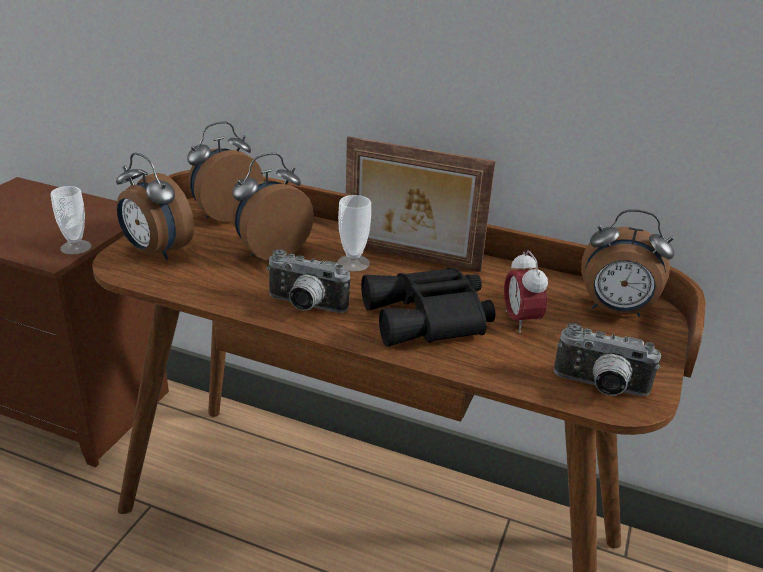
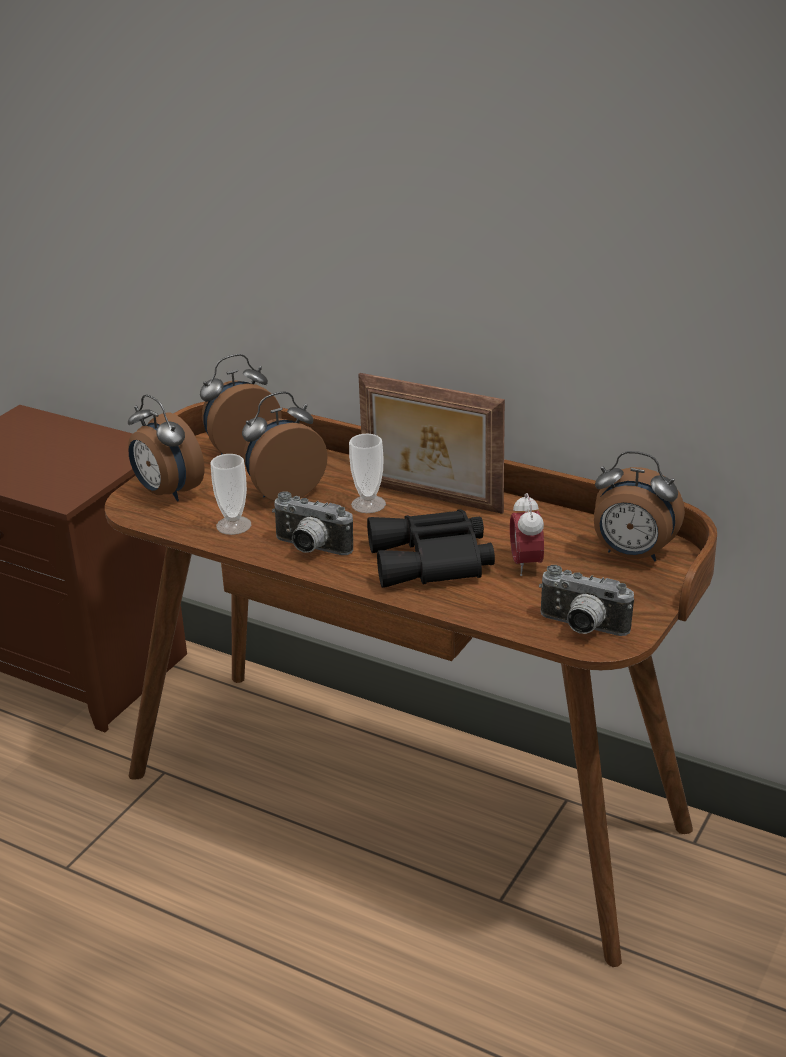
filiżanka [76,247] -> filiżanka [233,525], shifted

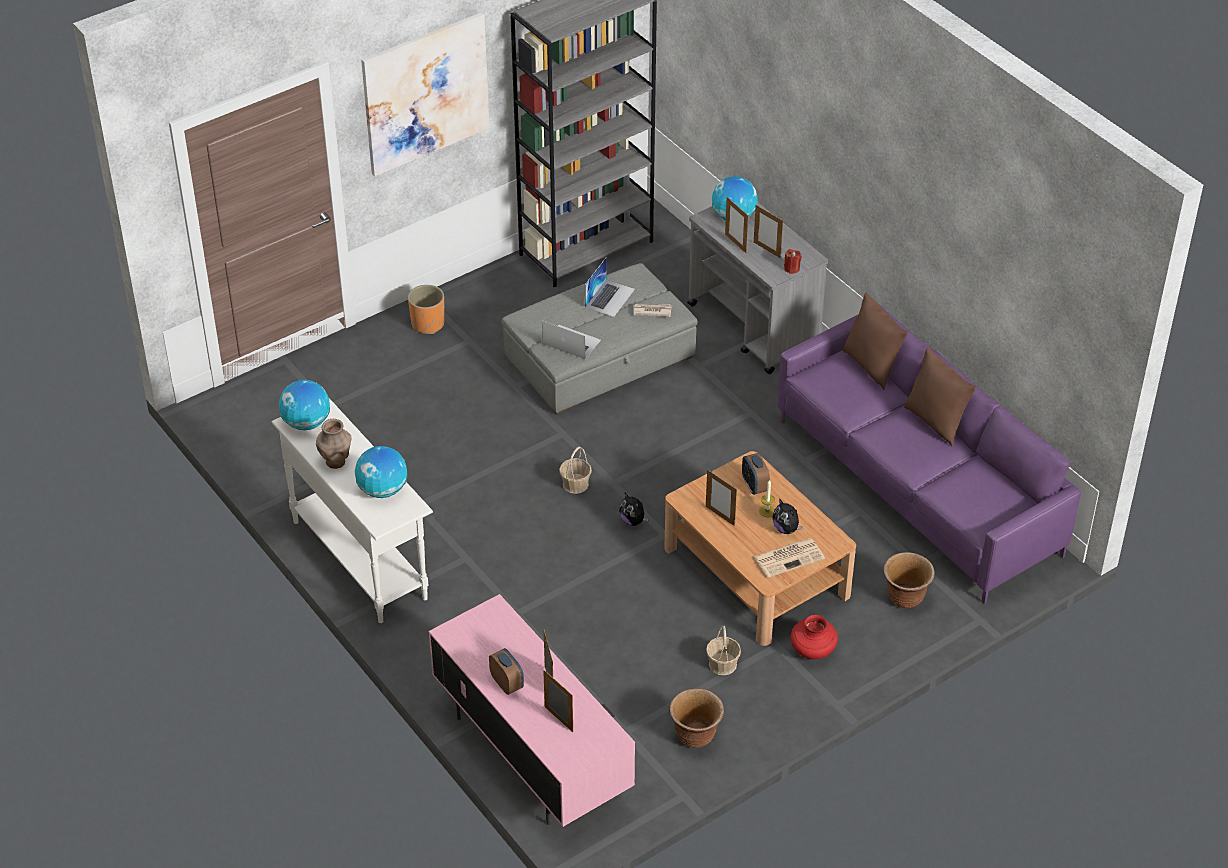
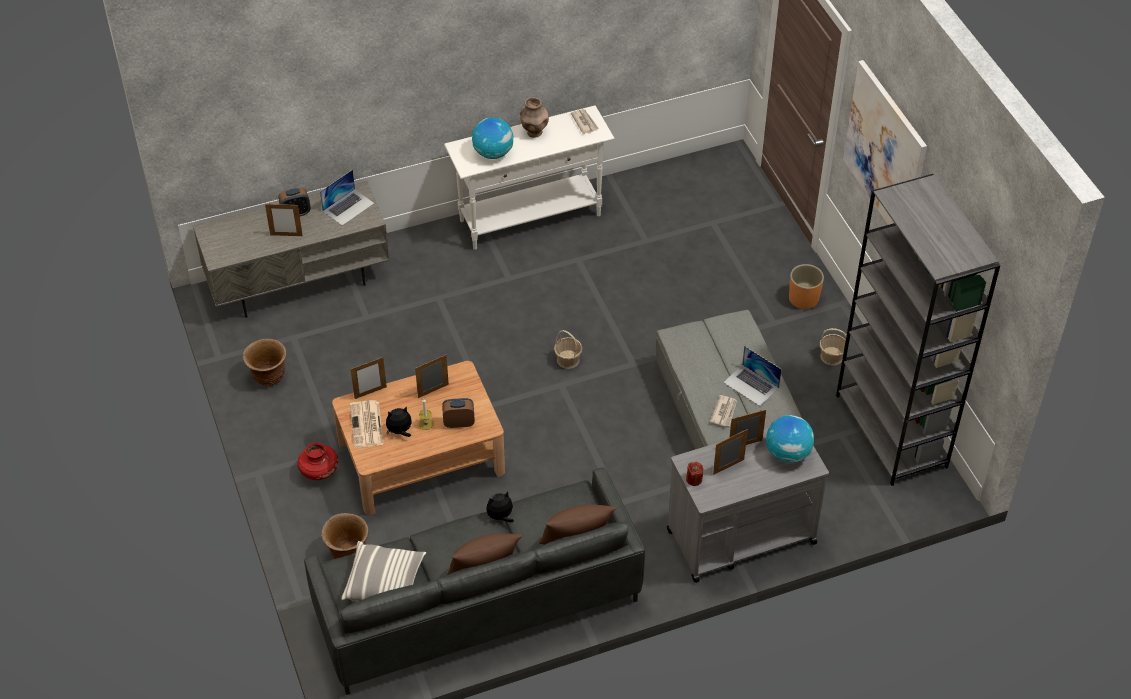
kanapa [fioletowy] [916,488] -> kanapa [szary] [476,603]
laptop [571,342] -> laptop [348,207], shifted
globus [306,423] -> gazeta [584,122]
pluszak [633,521] -> pluszak [500,517], shifted
szafka pod telewizor [różowy] [530,753] -> szafka pod telewizor [szary] [299,281]
koszyk [723,664] -> koszyk [832,356], shifted
ramka na zdjęcie [558,719] -> ramka na zdjęcie [370,392], shifted
none -> poduszka [384,582]

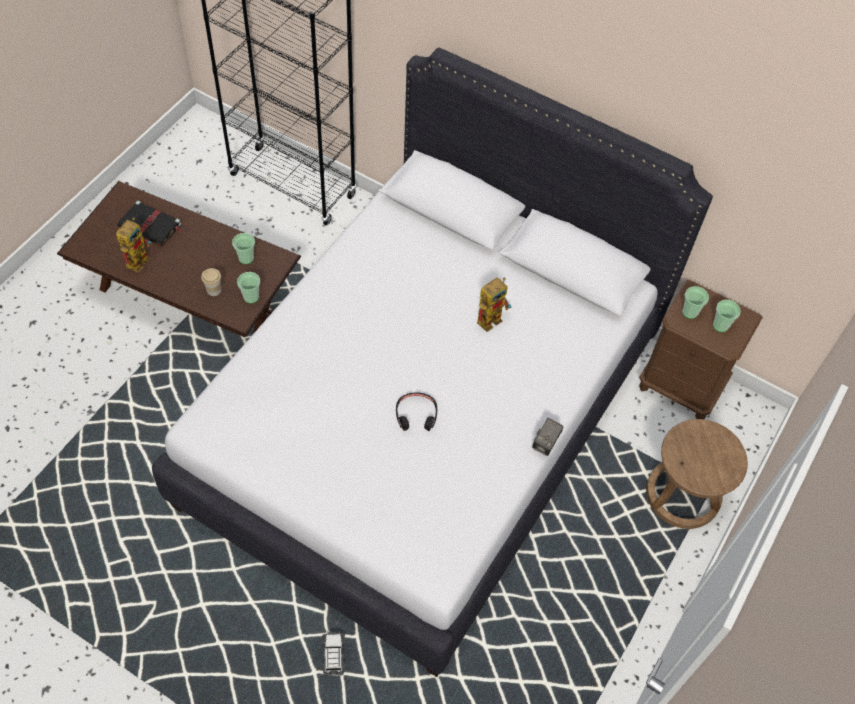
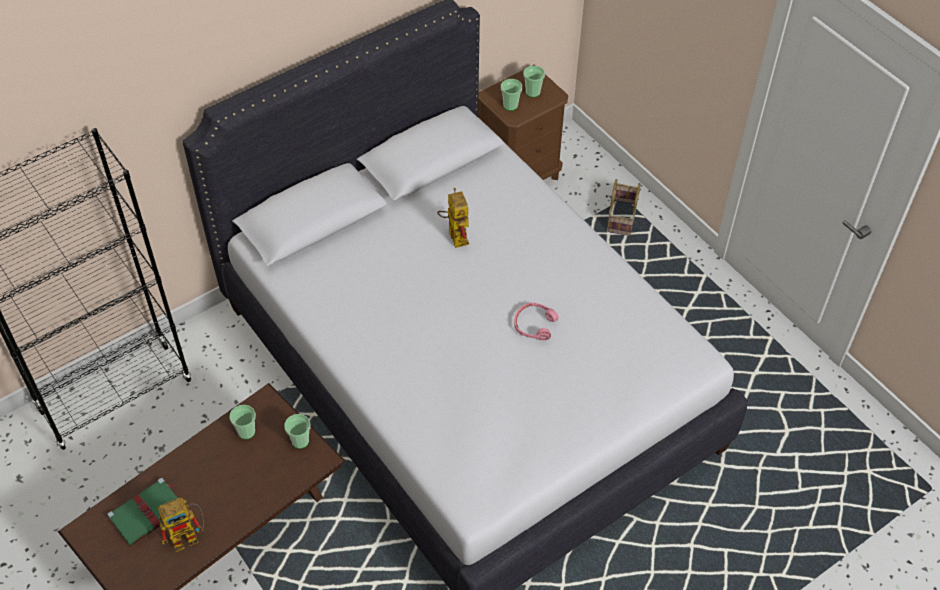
książka [czarny] [151,226] -> książka [zielony] [148,512]
robot zabawkowy [139,258] -> robot zabawkowy [189,535], 105 degrees clockwise
filiżanka [214,290] -> none
słuchawki [czarny] [416,415] -> słuchawki [różowy] [534,325]
aparat fotograficzny [545,444] -> none
stołek [brązowy] [682,494] -> koszyk [621,217]
samochodzik [334,655] -> none

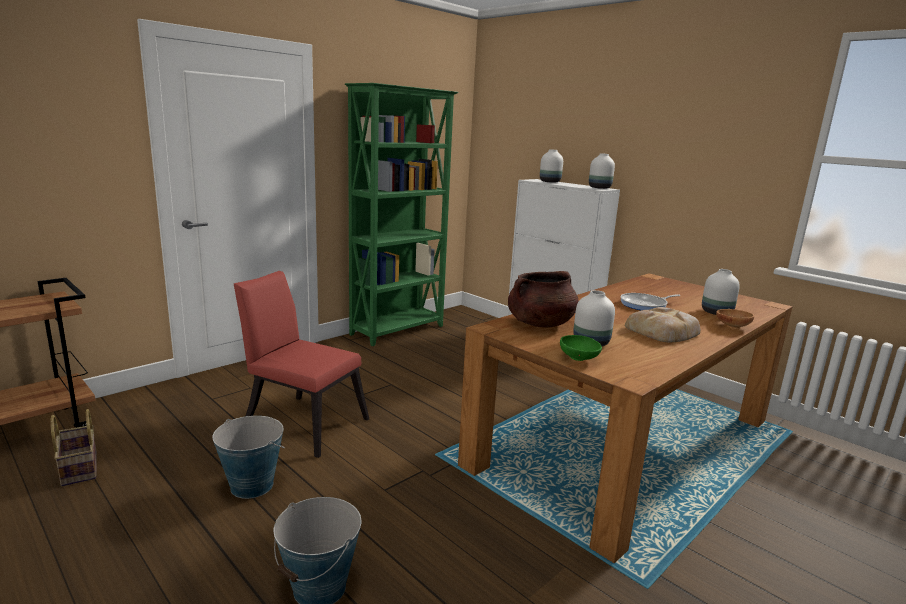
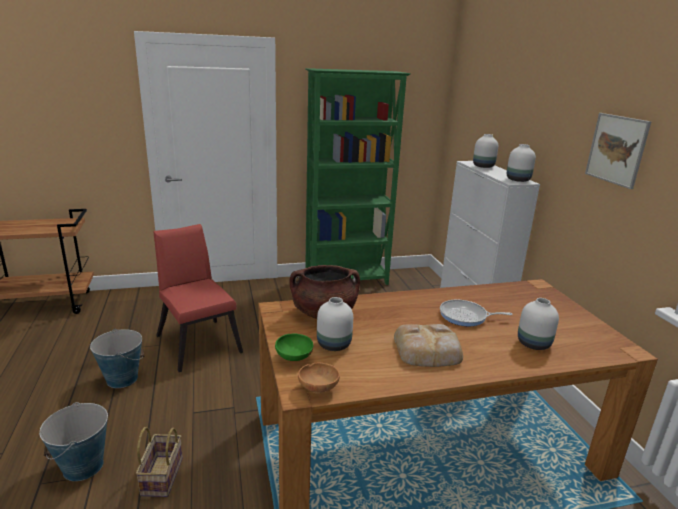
miska [brązowy] [732,326] -> miska [brązowy] [319,387], shifted
koszyk [78,468] -> koszyk [161,475], shifted
none -> obraz [616,149]

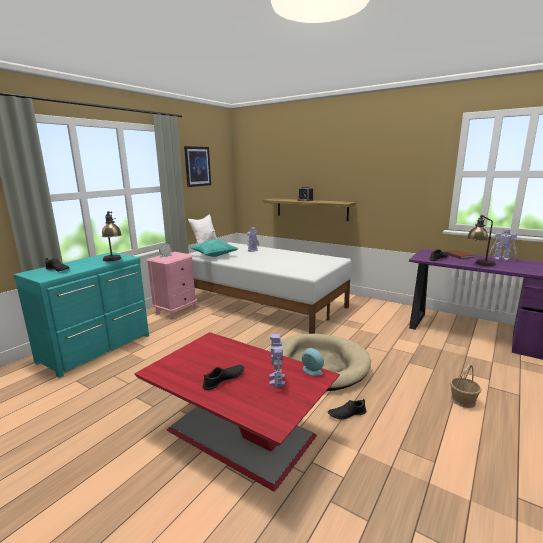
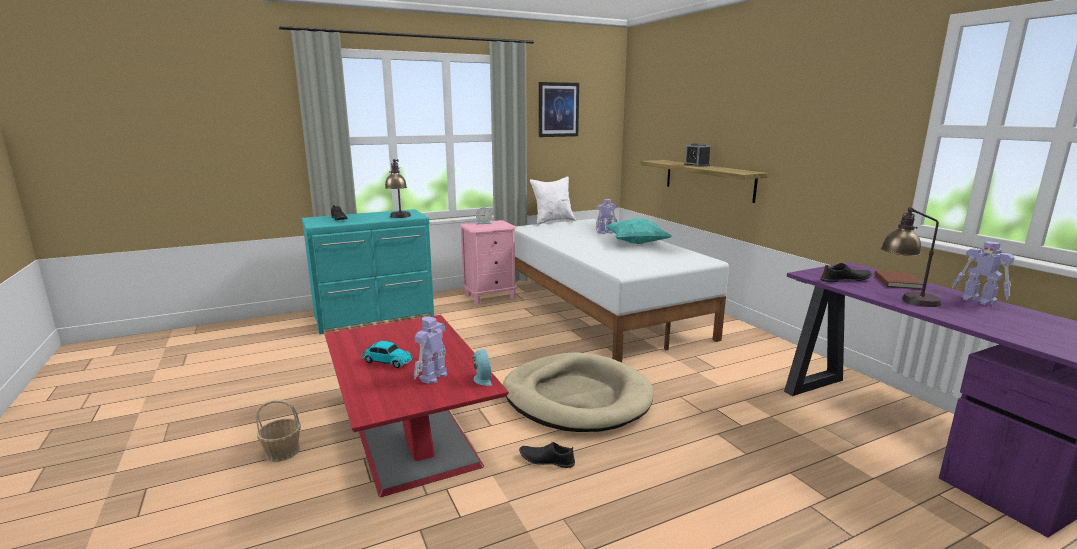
poduszka [turkusowy] [214,256] -> poduszka [turkusowy] [636,243], shifted
koszyk [463,400] -> koszyk [282,452], shifted
but [czarny] [224,380] -> samochodzik [386,361]

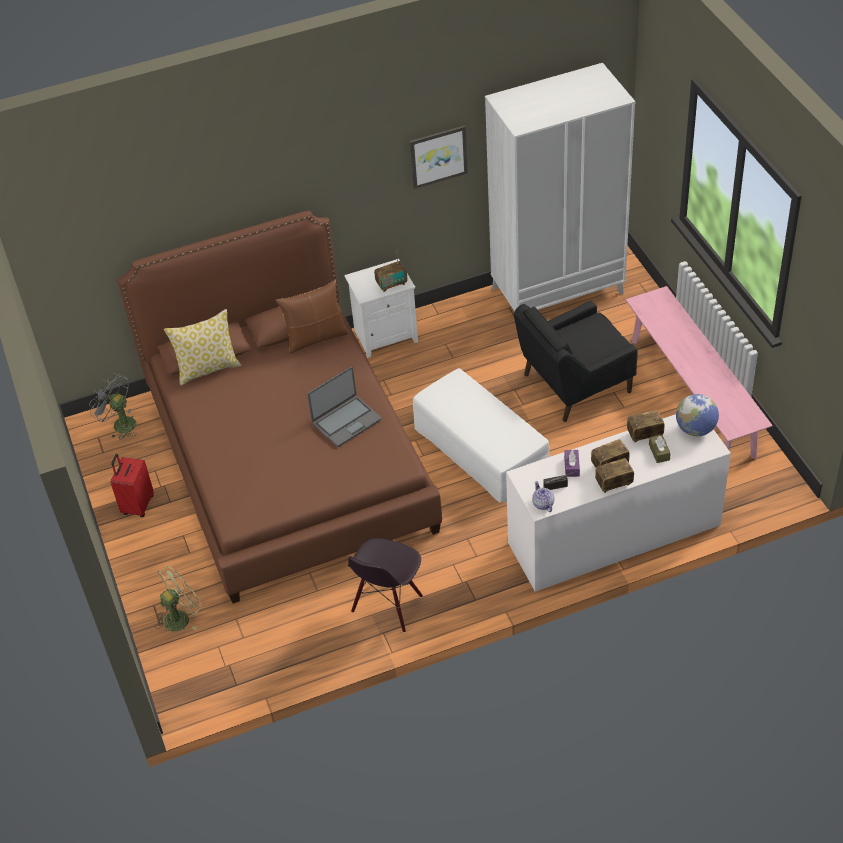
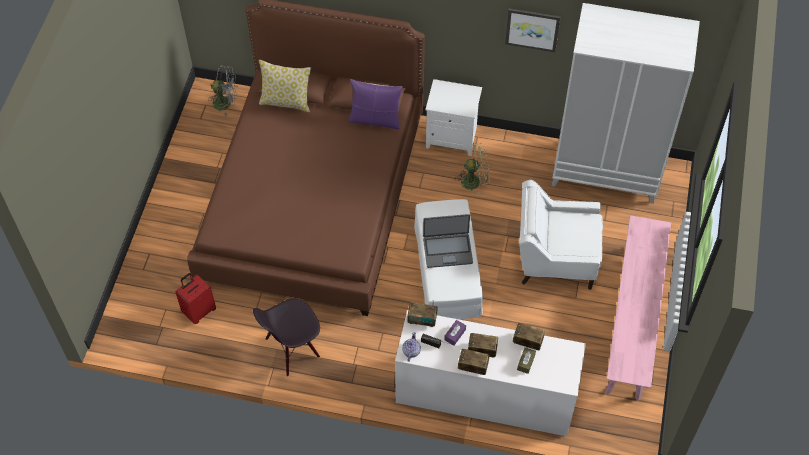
radio [391,284] -> radio [422,319], shifted
poduszka [brązowy] [315,338] -> poduszka [fioletowy] [375,119]
fotel [czarny] [574,384] -> fotel [biały] [555,258]
laptop [346,421] -> laptop [447,250], shifted
wentylator [szary] [119,424] -> wentylator [szary] [226,103], 120 degrees clockwise
globus [695,429] -> none
walizka [czerwony] [137,505] -> walizka [czerwony] [199,311], shifted
wentylator [zielony] [181,617] -> wentylator [zielony] [474,181], shifted

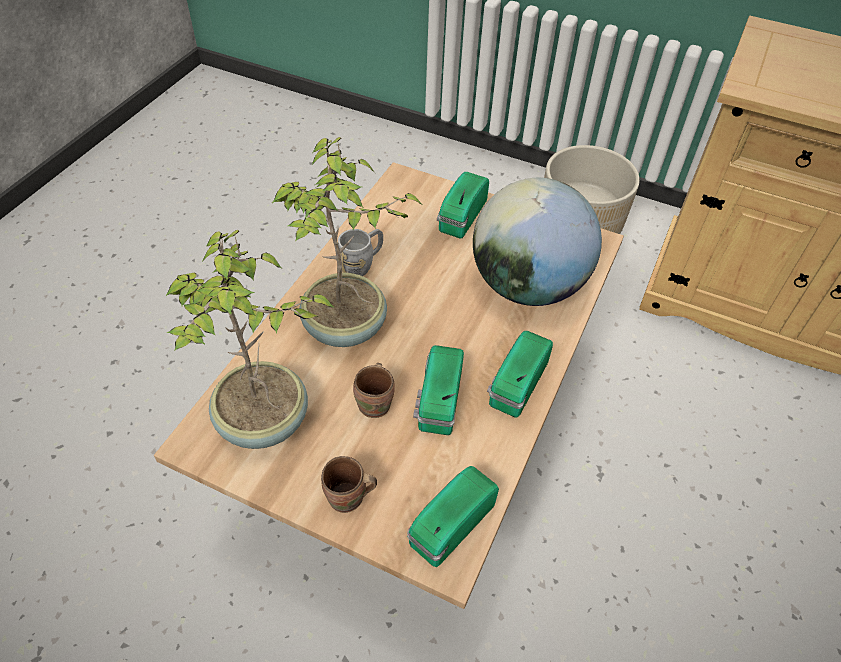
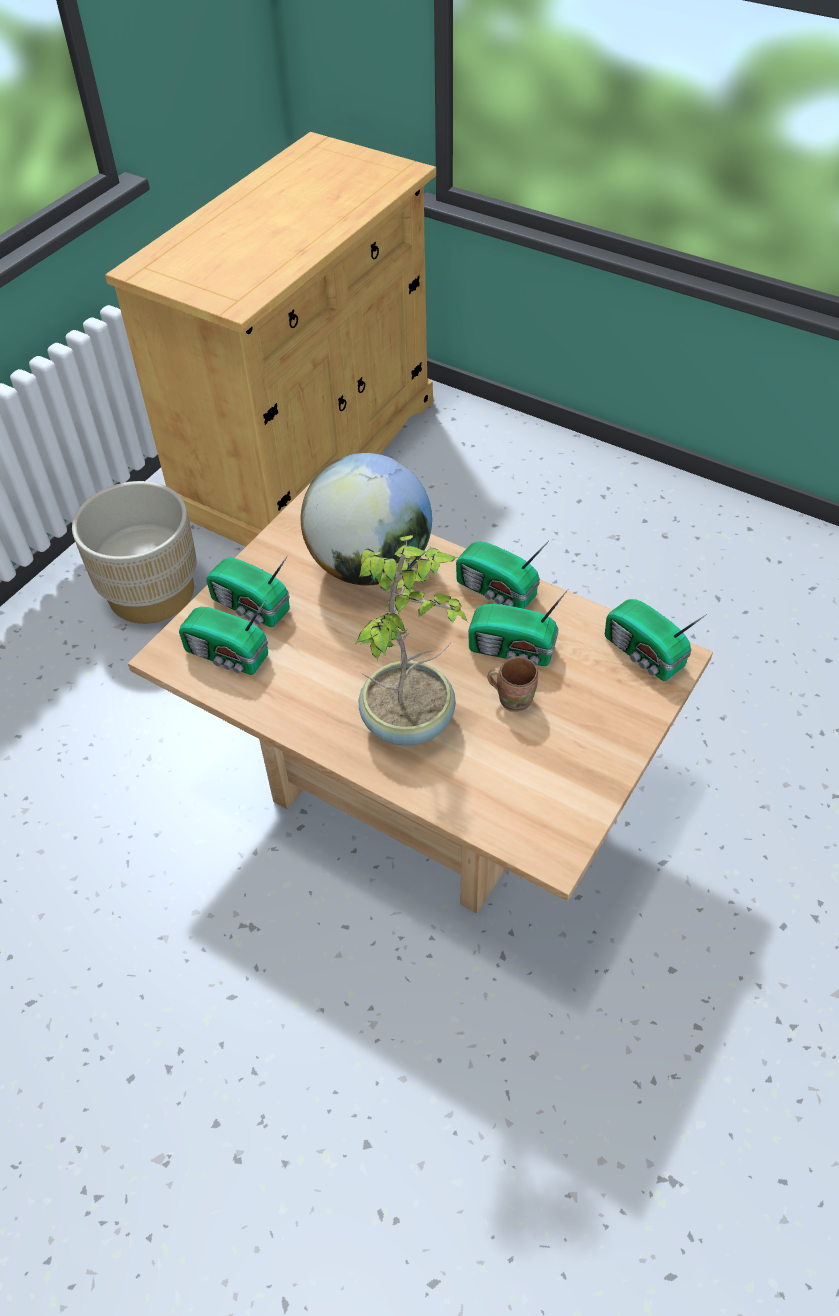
kubek [szary] [362,264] -> none
roślina doniczkowa [264,423] -> none
kubek [brązowy] [348,500] -> none
none -> radio [228,656]

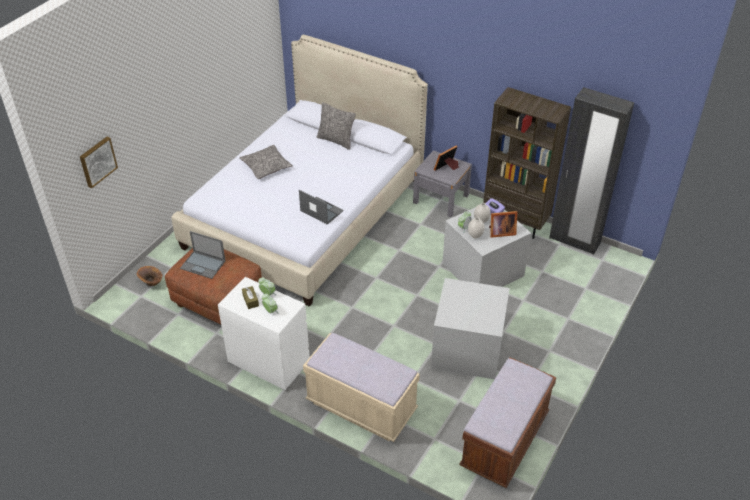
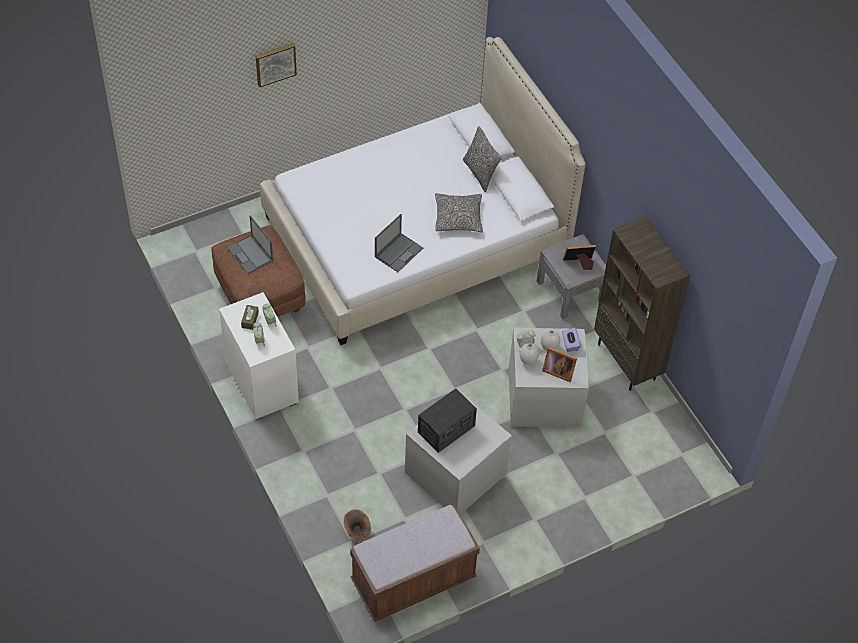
szafa [czarny] [574,241] -> none
obraz [97,161] -> obraz [275,63], shifted
poduszka [266,167] -> poduszka [458,217], shifted
laptop [321,210] -> laptop [399,252], 60 degrees clockwise
wazon [brązowy] [152,284] -> wazon [brązowy] [357,533], shifted
ławka [beżowy] [361,407] -> none
none -> radio [446,429]

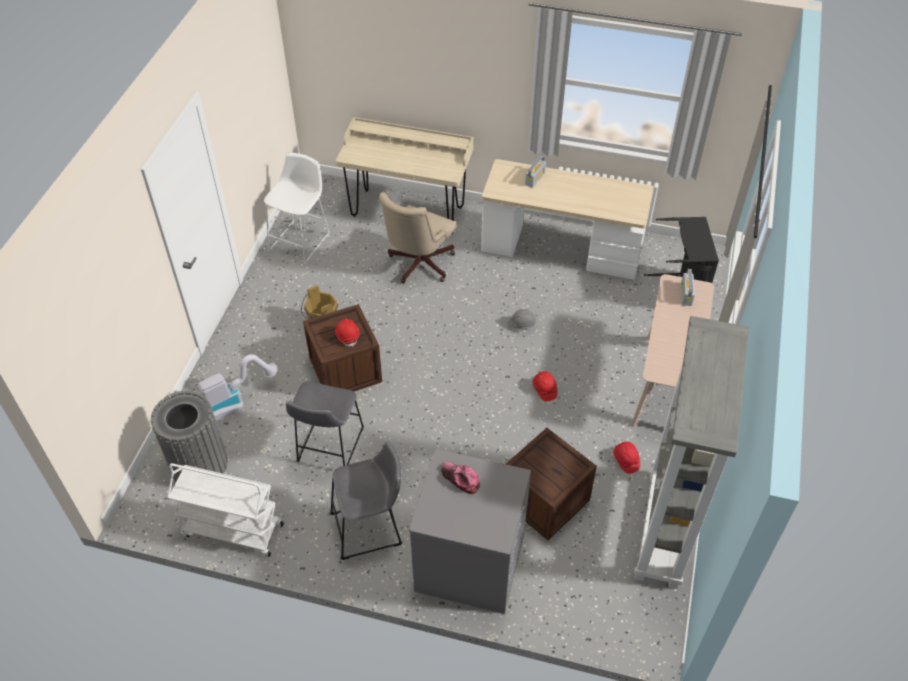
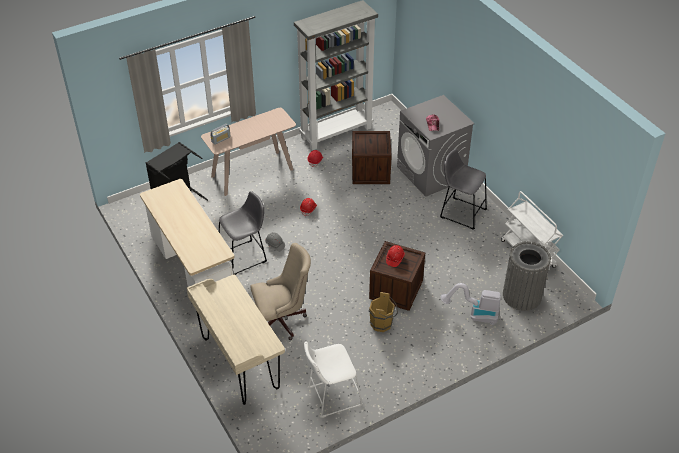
radio [535,179] -> none
stołek [szary] [328,447] -> stołek [szary] [244,257], shifted

